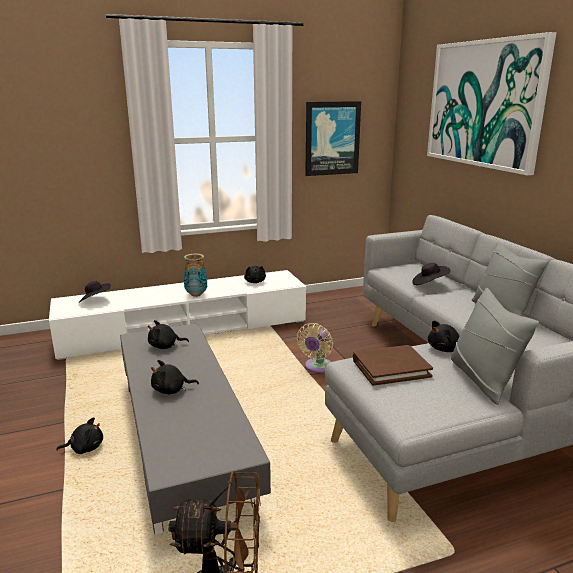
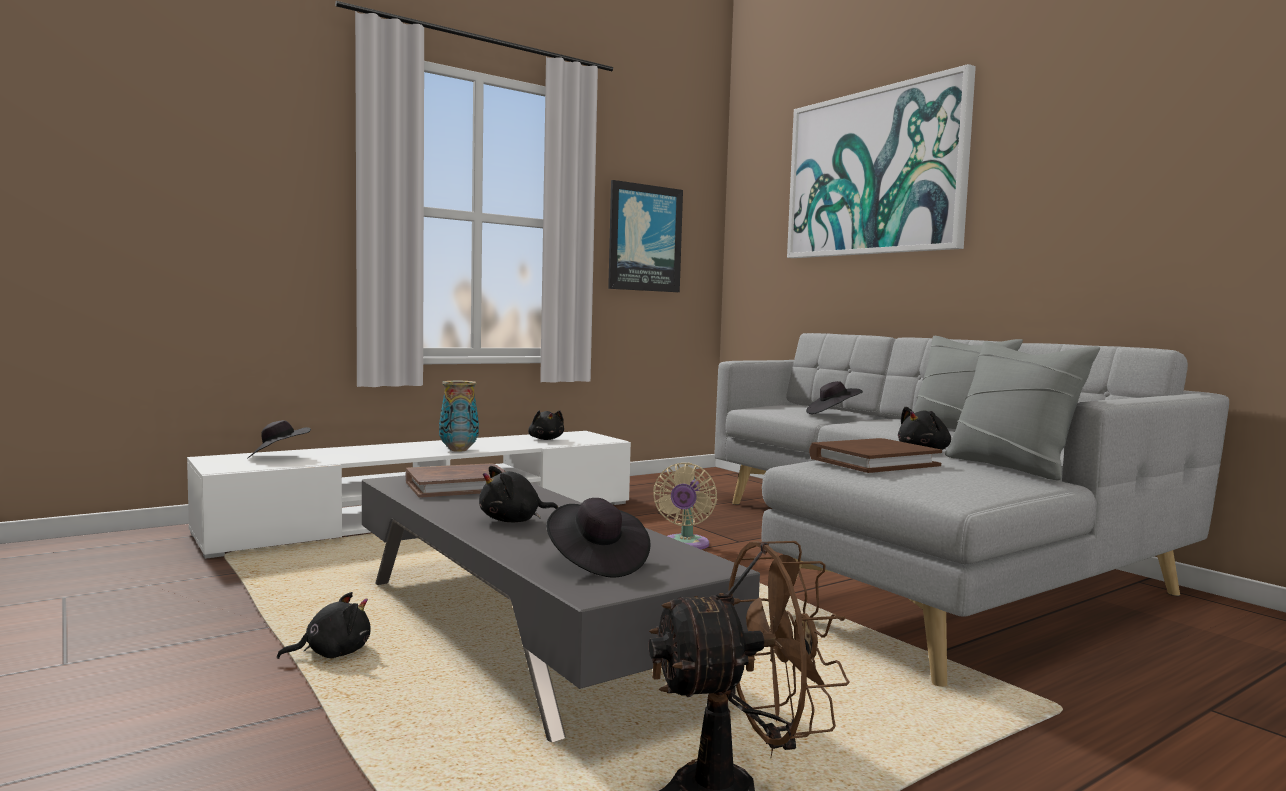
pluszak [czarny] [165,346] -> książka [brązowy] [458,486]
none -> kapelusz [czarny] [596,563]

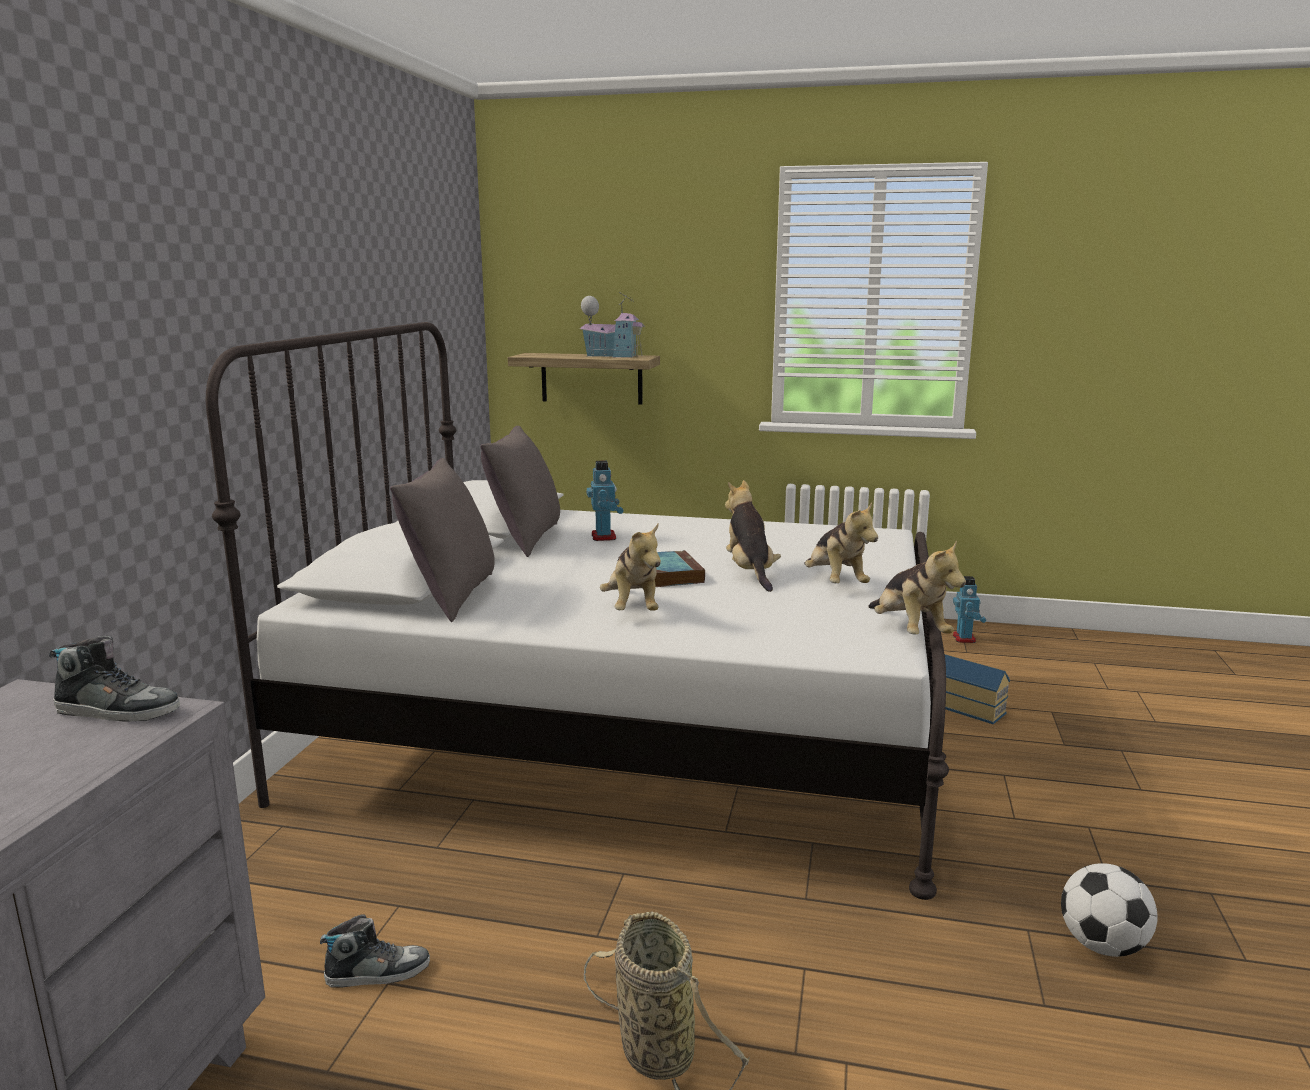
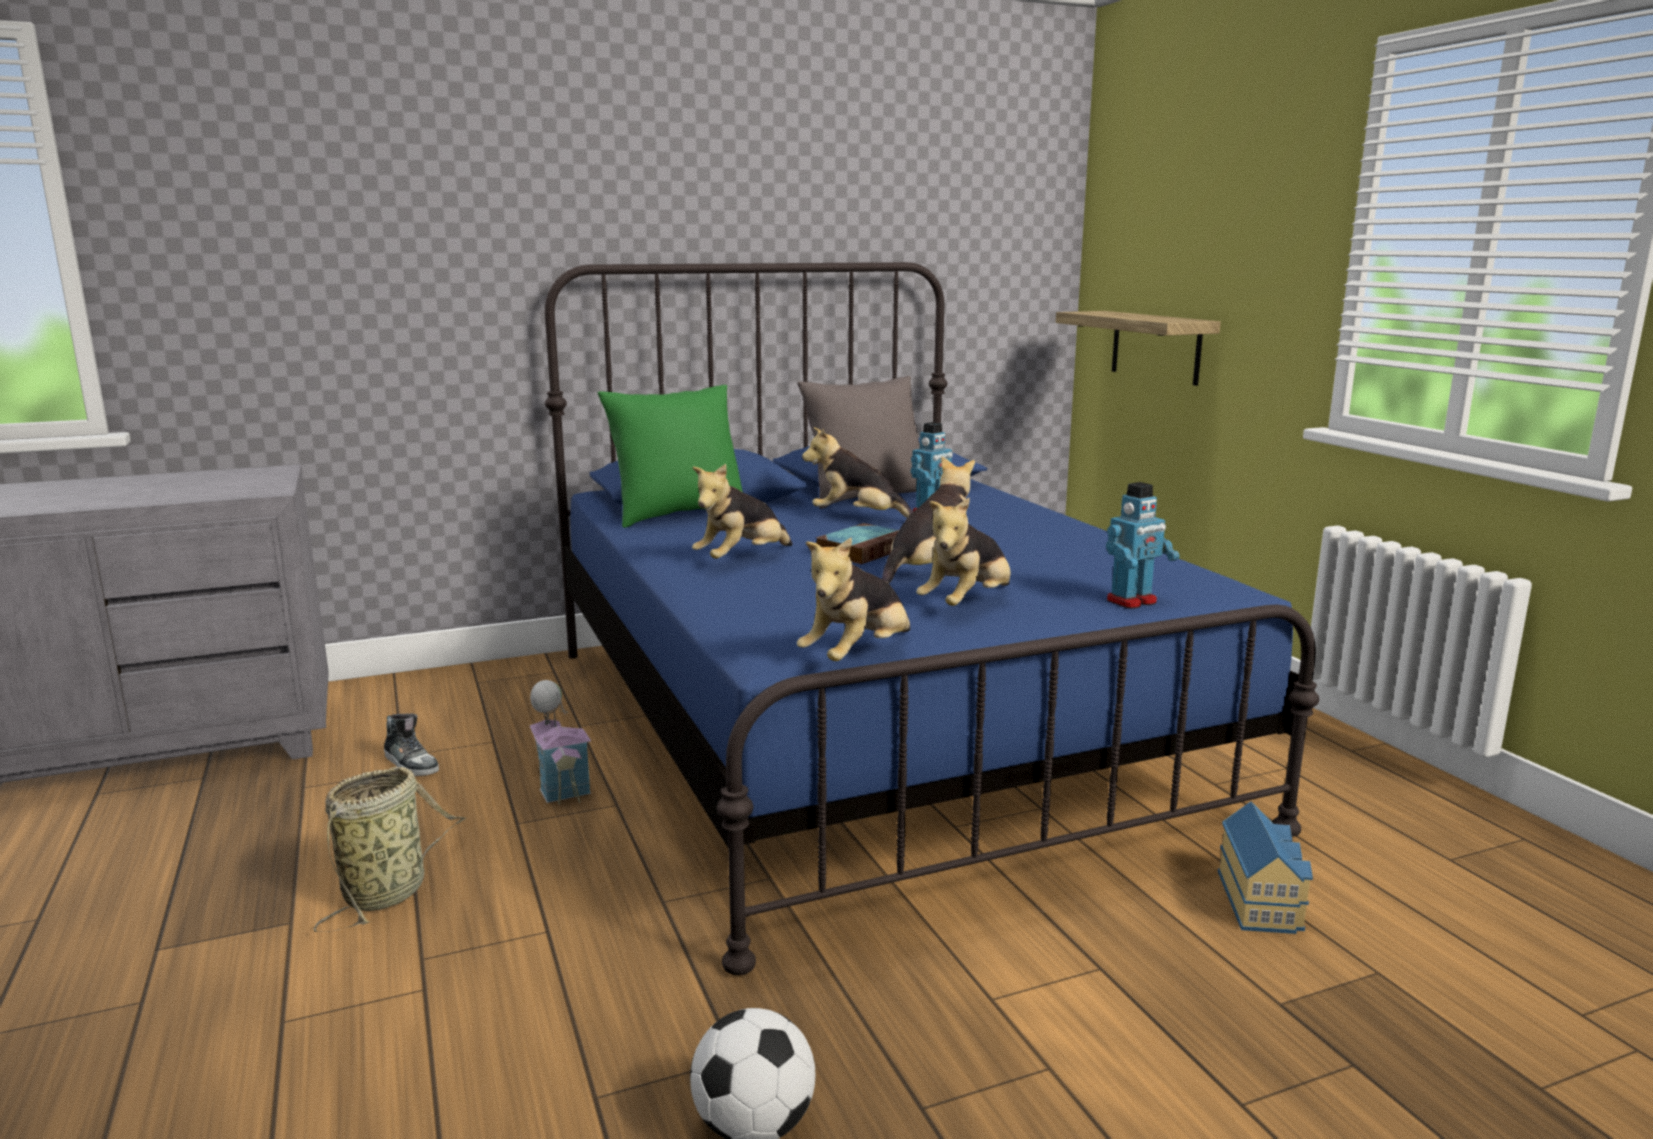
domek [613,356] -> domek [561,783], shifted
łóżko [biały] [630,729] -> łóżko [niebieski] [867,728]
poduszka [szary] [450,597] -> poduszka [zielony] [677,515]
robot zabawkowy [964,638] -> robot zabawkowy [1132,601], shifted
but [118,710] -> none
none -> pluszak [859,518]

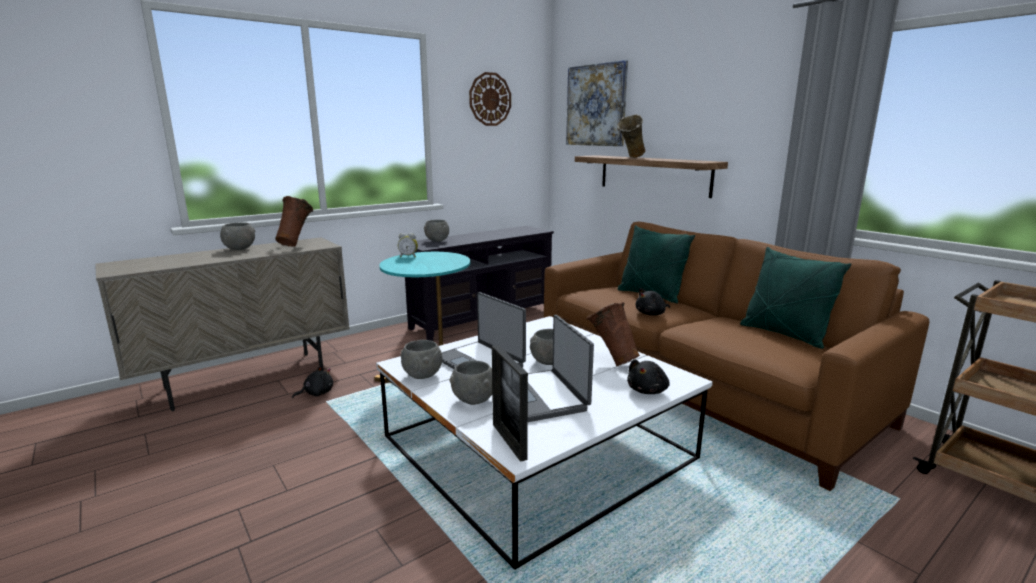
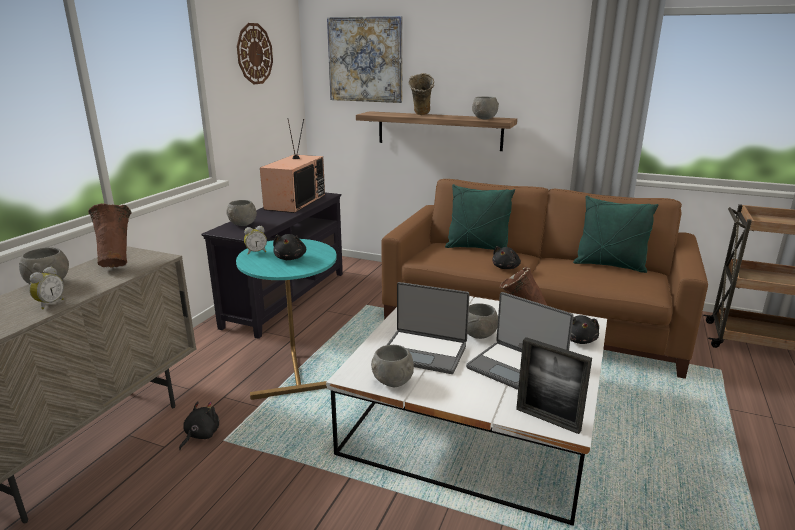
miska [szary] [472,400] -> miska [szary] [484,119], shifted
none -> telewizor [294,202]
none -> pluszak [czarny] [290,258]
none -> budzik [49,304]

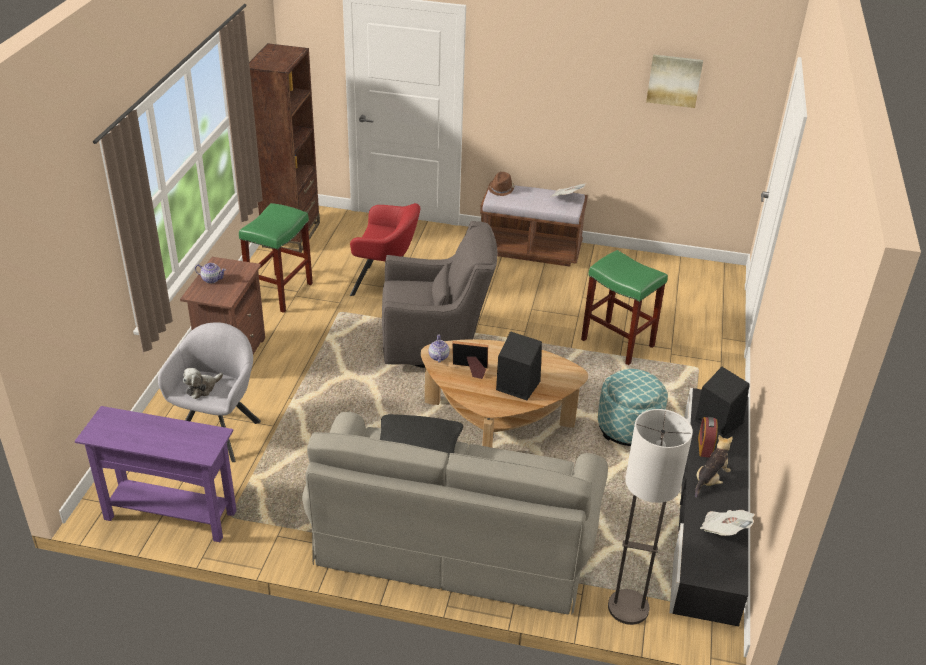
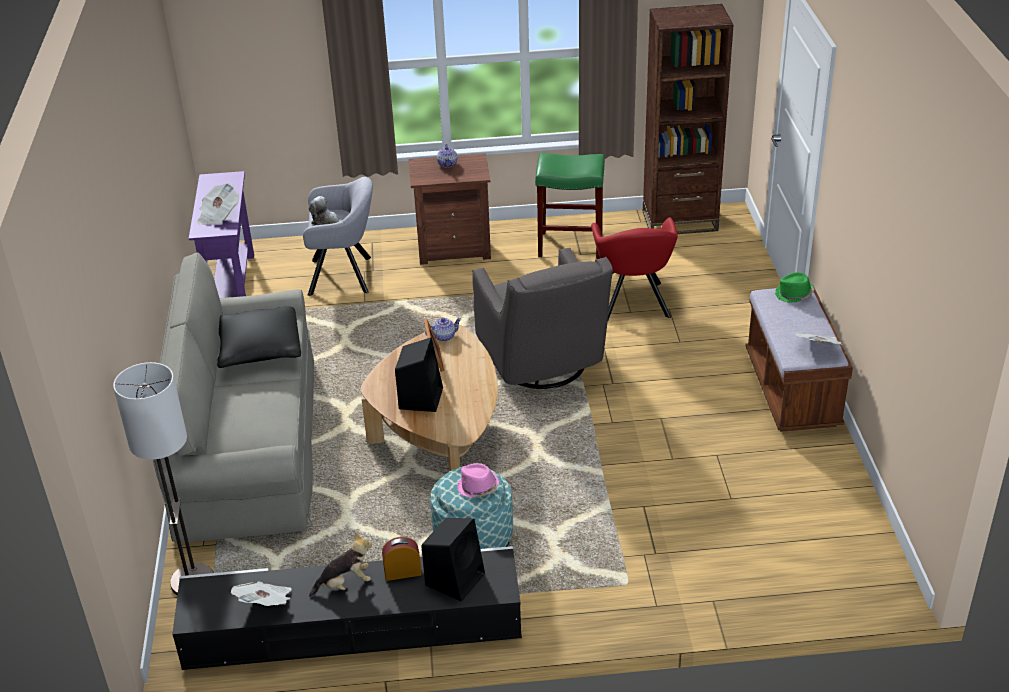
obraz [674,80] -> none
kapelusz [brązowy] [501,189] -> kapelusz [zielony] [794,294]
stołek [zielony] [618,343] -> none
pluszak [710,480] -> pluszak [345,583], 45 degrees counterclockwise
none -> gazeta [218,216]
none -> kapelusz [różowy] [477,487]

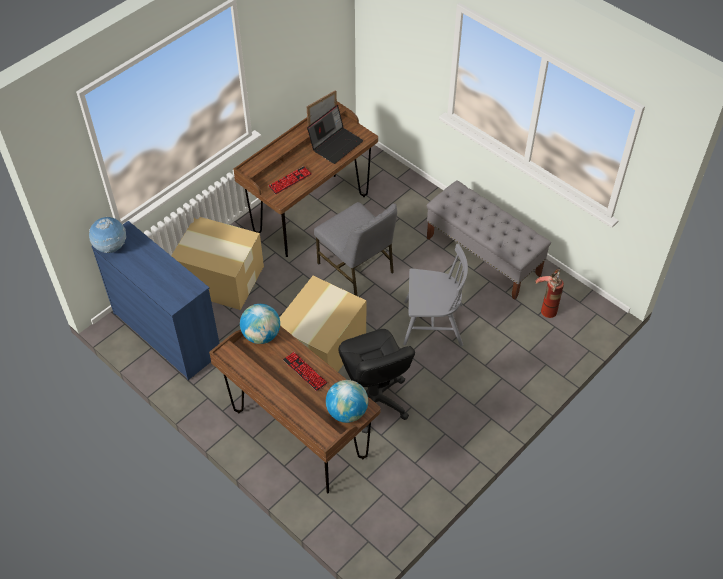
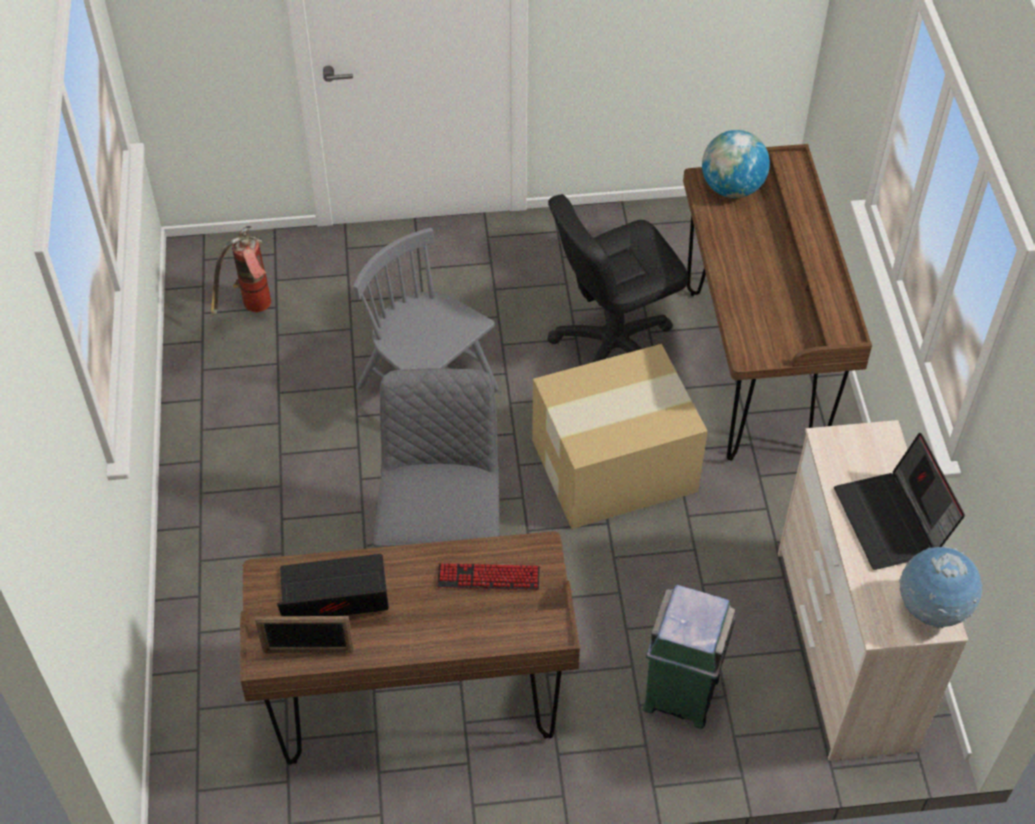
ławka [szary] [483,256] -> none
karton [220,278] -> kosz na śmieci [zielony] [681,692]
komoda [niebieski] [167,333] -> komoda [beżowy] [842,649]
globus [261,335] -> none
krzesło biurowe [czarny] [373,400] -> krzesło biurowe [czarny] [612,347], 135 degrees counterclockwise
klawiatura [305,372] -> none
none -> laptop [892,521]

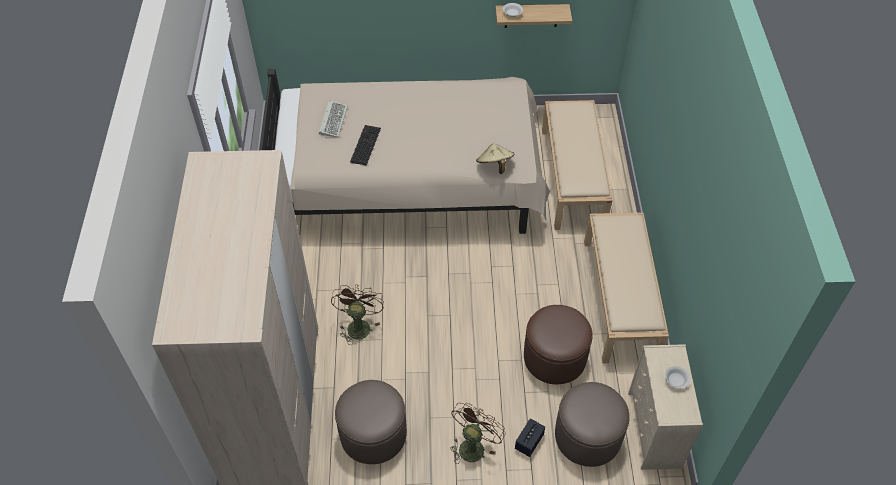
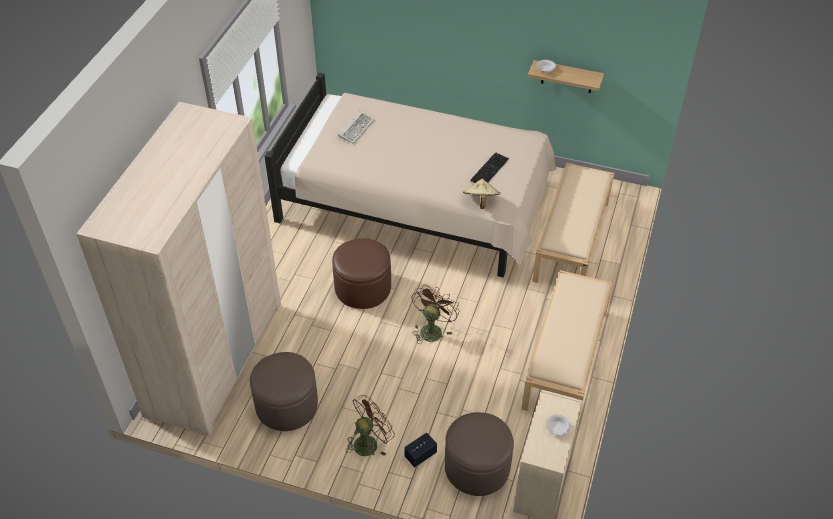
klawiatura [365,144] -> klawiatura [489,169], shifted
wentylator [brązowy] [358,325] -> wentylator [brązowy] [432,329], shifted
pufa [brązowy] [554,357] -> pufa [brązowy] [363,288], shifted

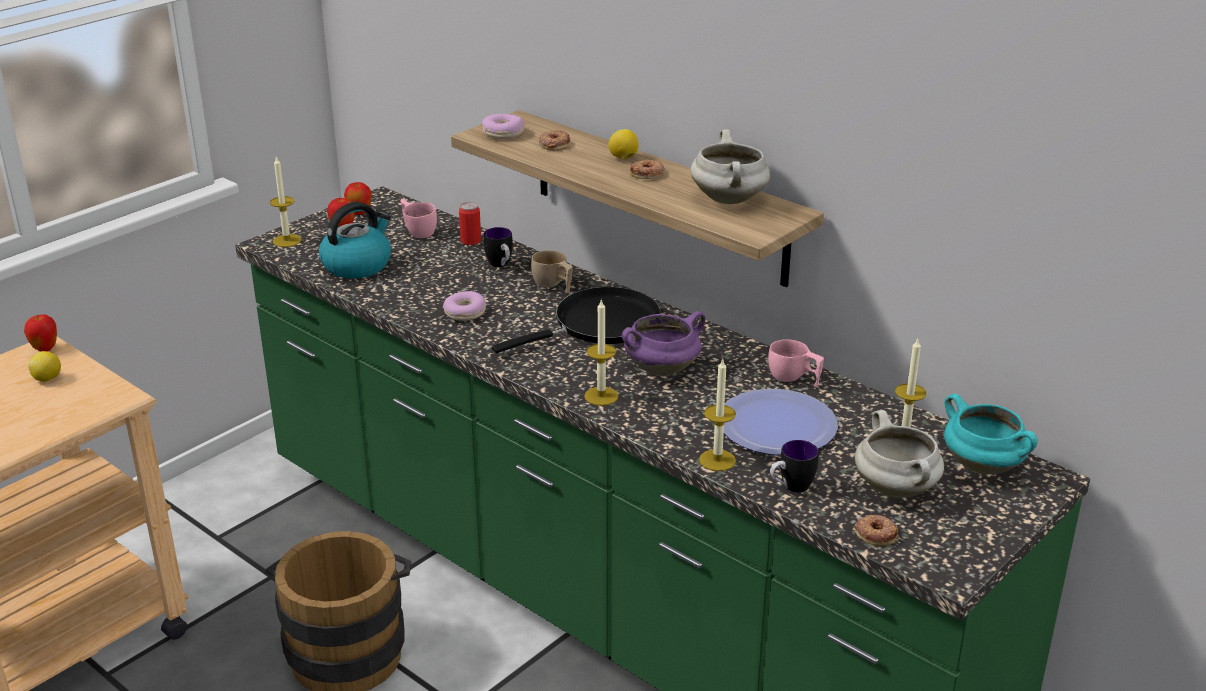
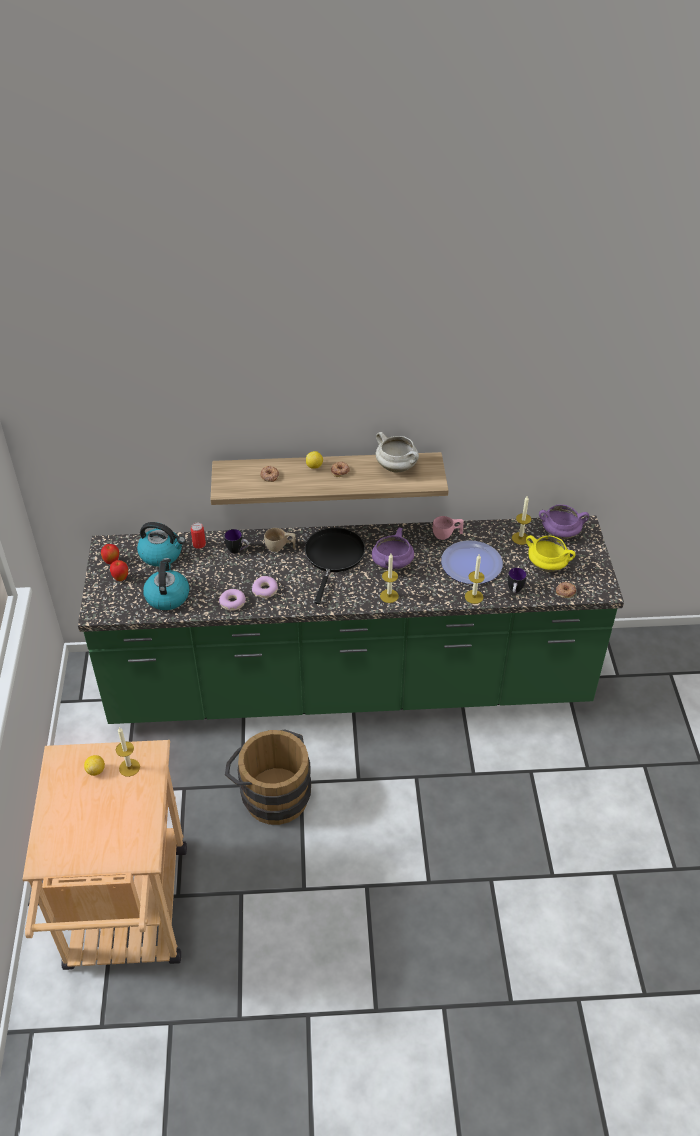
donut [503,133] -> donut [232,603], shifted
świeca [287,240] -> świeca [129,767], shifted
filiżanka [różowy] [418,230] -> czajnik [162,554]
jabłko [45,349] -> none
garnek [turkusowy] [984,466] -> garnek [fioletowy] [560,533]
garnek [biały] [897,489] -> garnek [żółty] [547,565]

